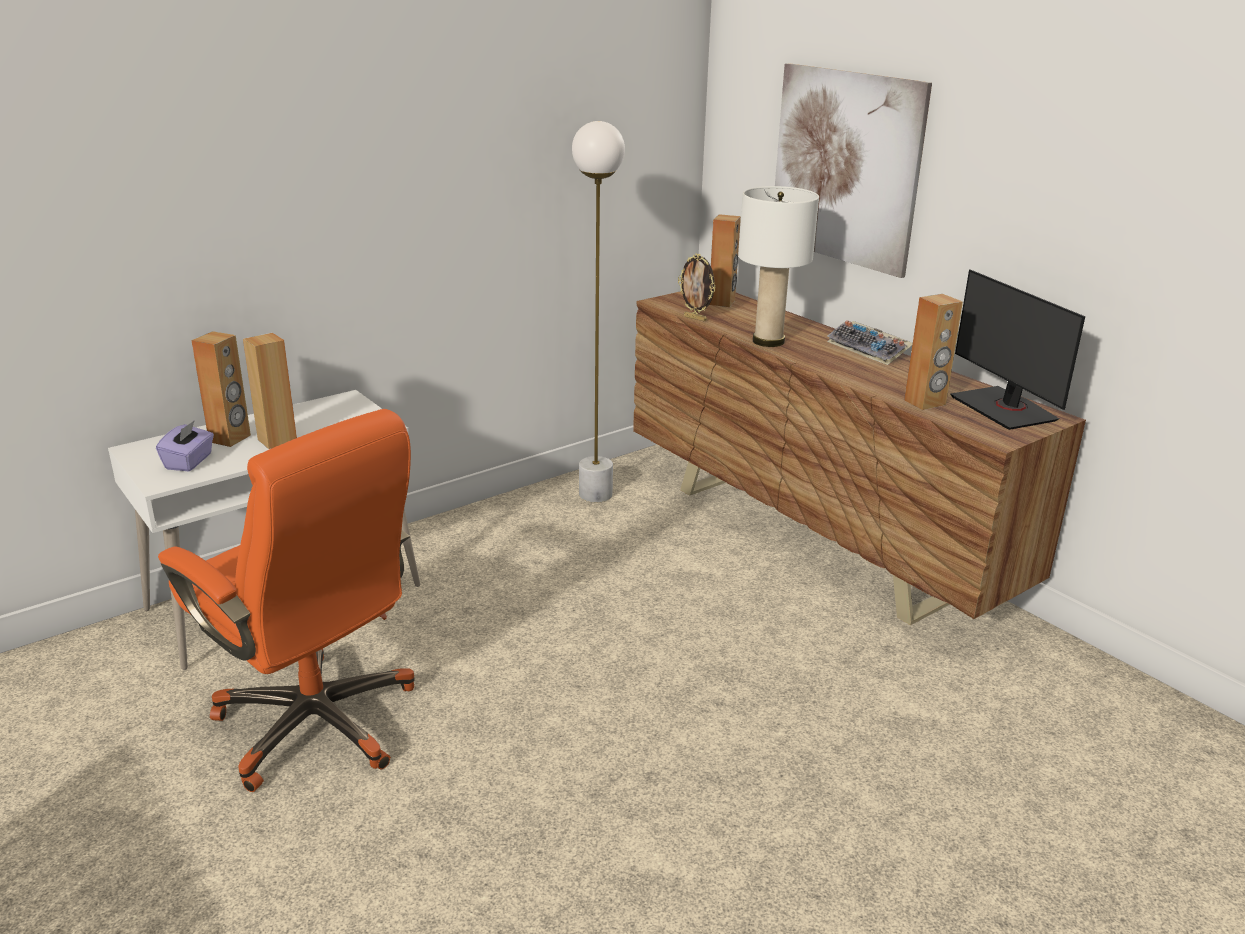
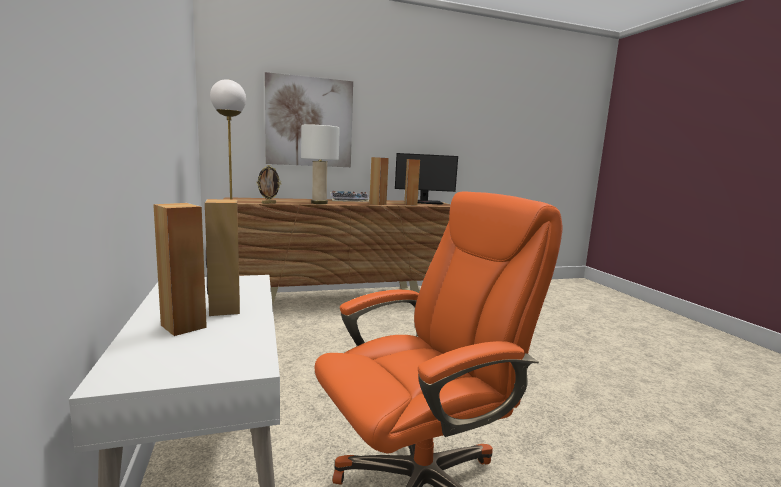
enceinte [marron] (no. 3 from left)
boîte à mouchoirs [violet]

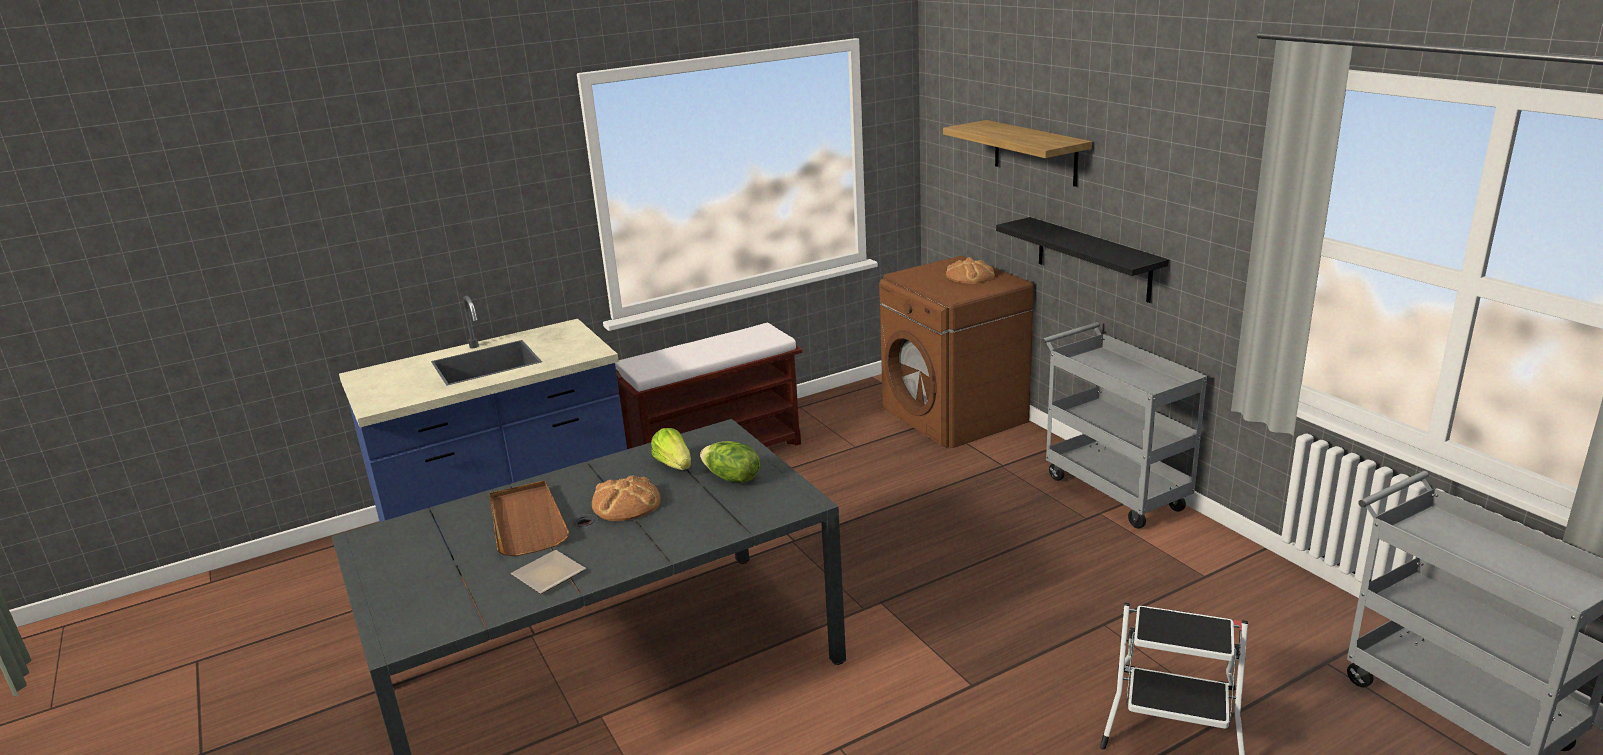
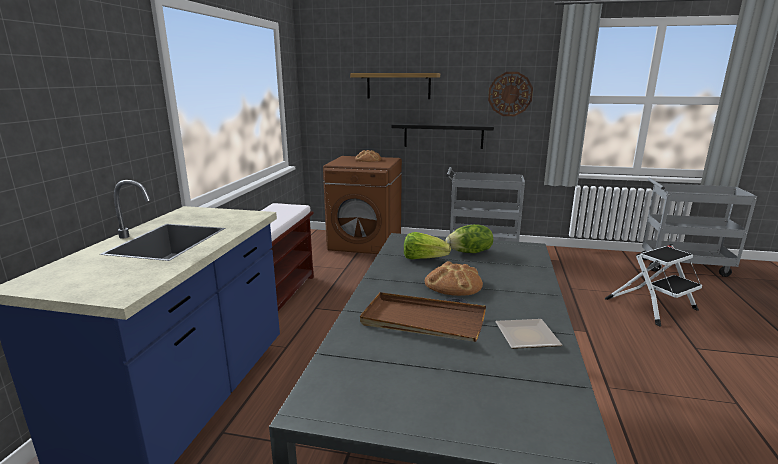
horloge murale

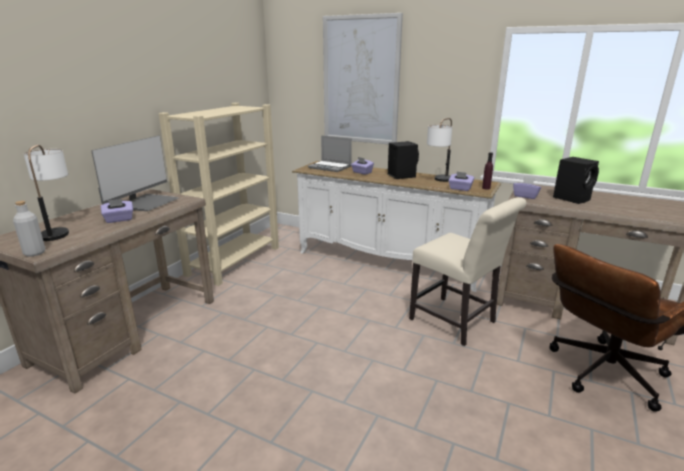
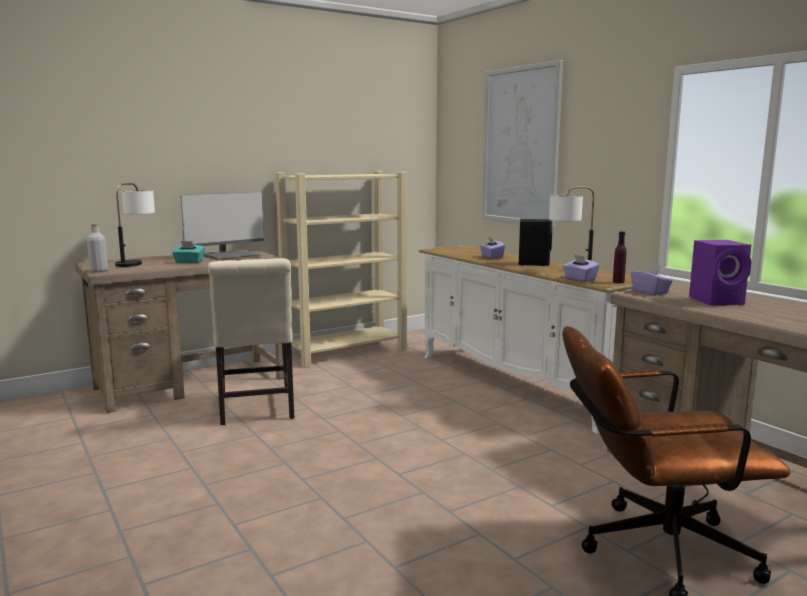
boîte à mouchoirs [turquoise]
chaise [beige]
enceinte [violet]
ordinateur portable

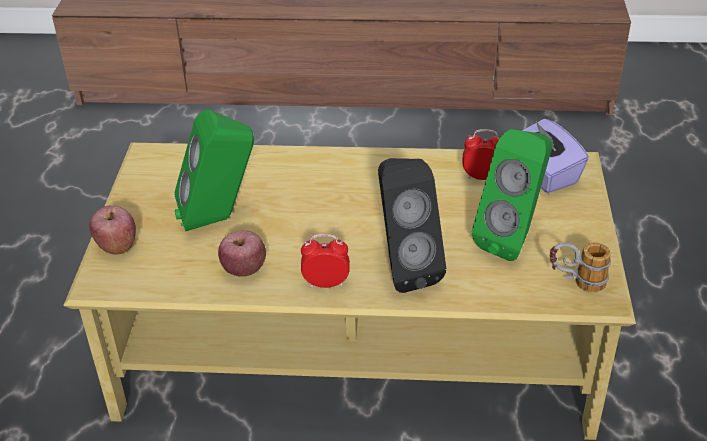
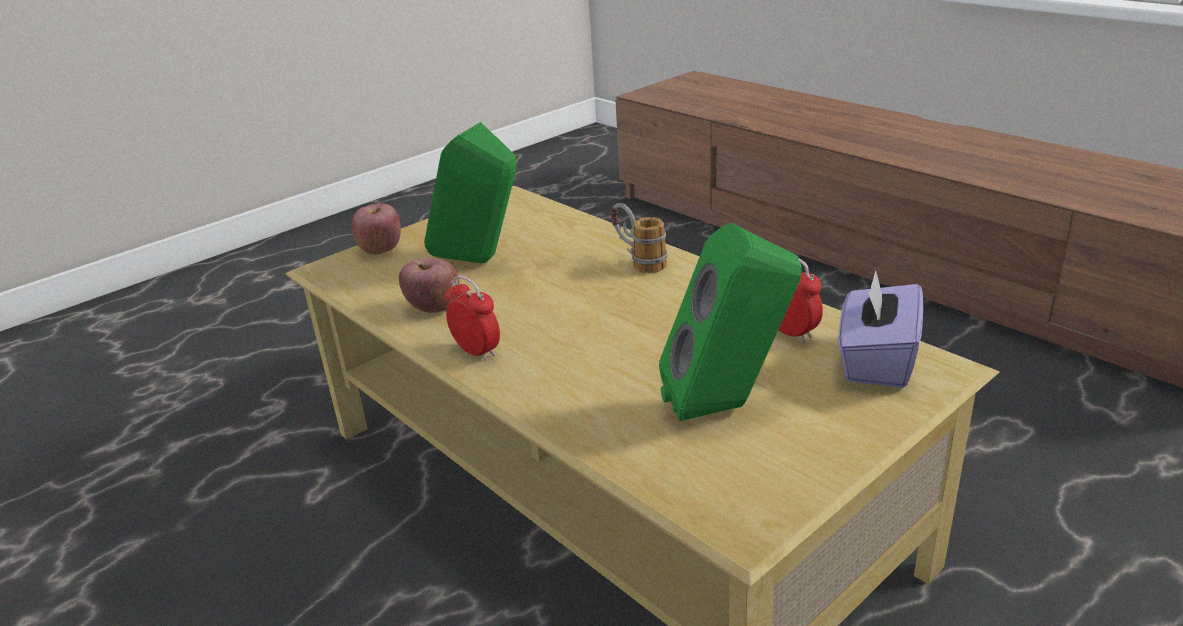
mug
enceinte [noir]

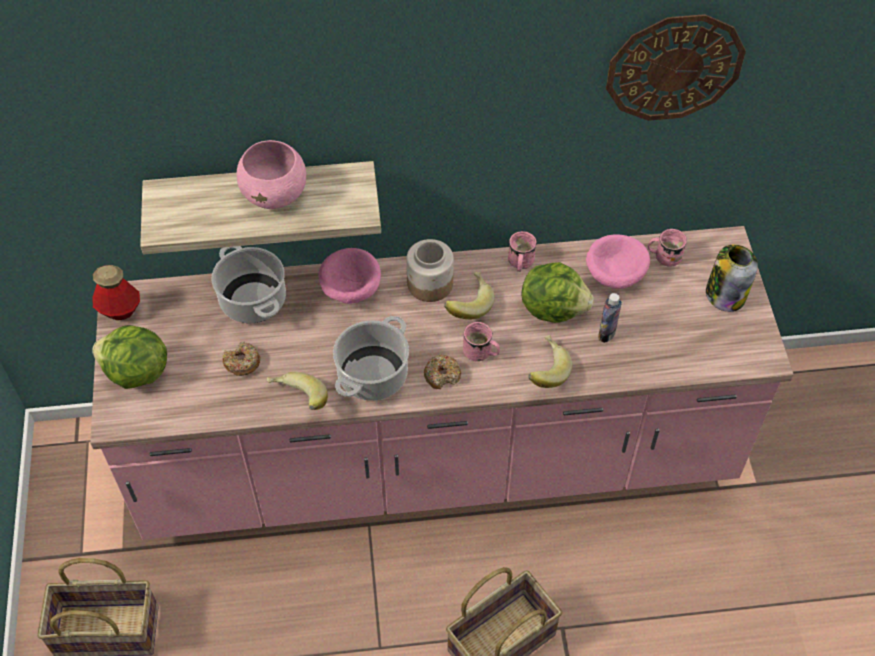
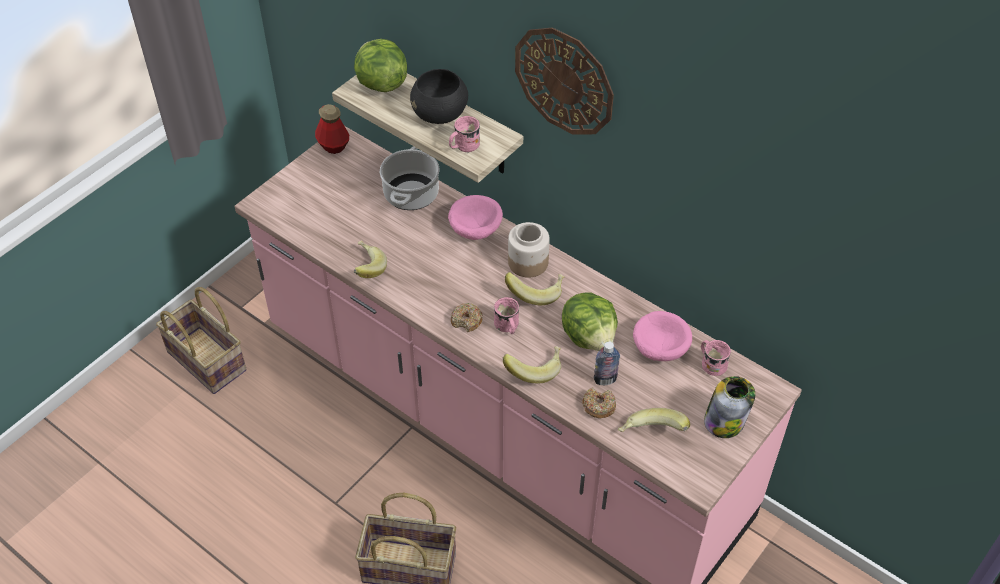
laitue (no. 1 from left)
bol [noir]
mug [rose] (no. 1 from left)
horloge murale
beignet (no. 2 from left)
banane (no. 4 from left)
marmite (no. 2 from left in the first image)

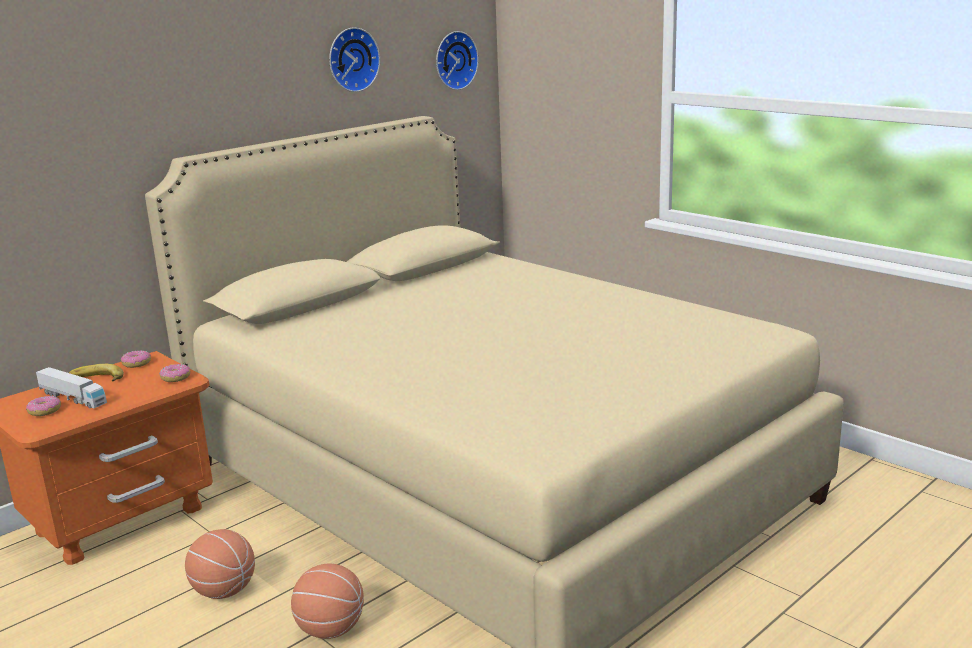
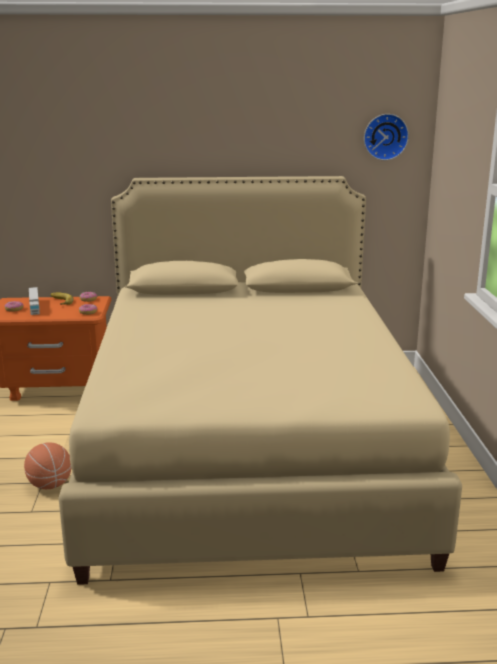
ballon de basket (no. 1 from left in the first image)
horloge murale (no. 1 from left in the first image)

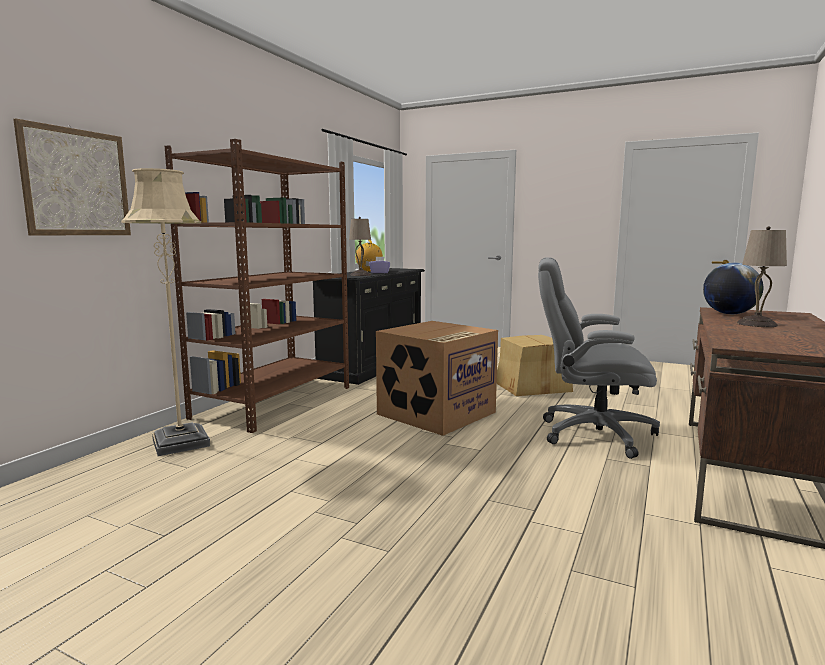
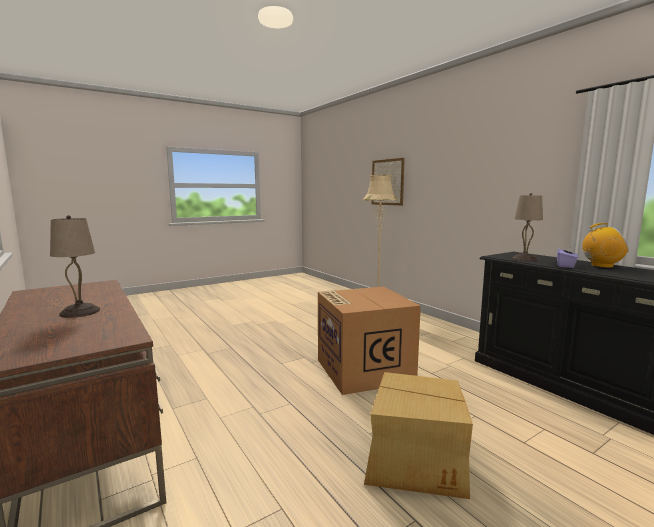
bibliothèque [marron]
chaise de bureau [gris]
globe

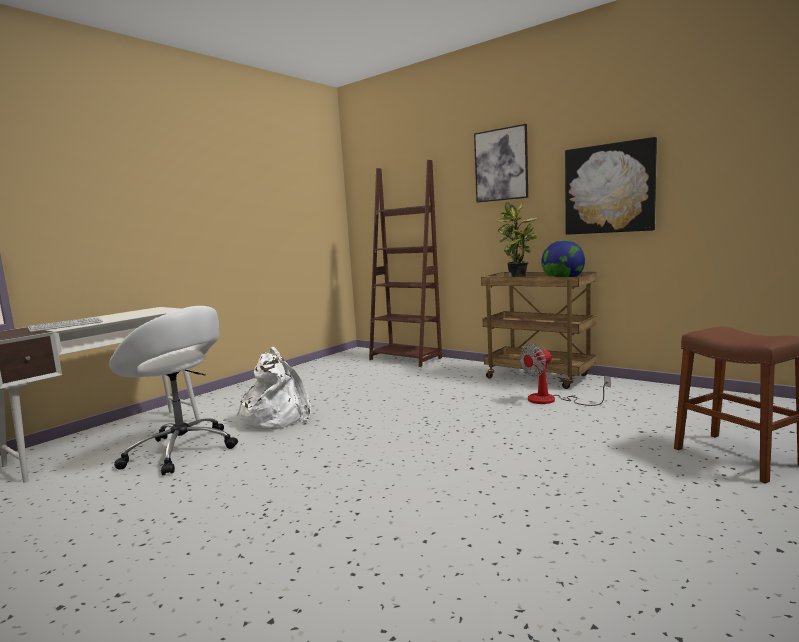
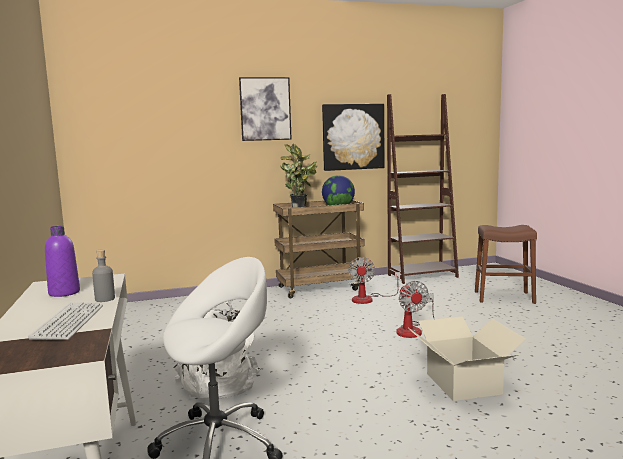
bouteille [violet]
bouteille [gris]
bibliothèque [marron]
ventilateur (no. 2 from left)
carton

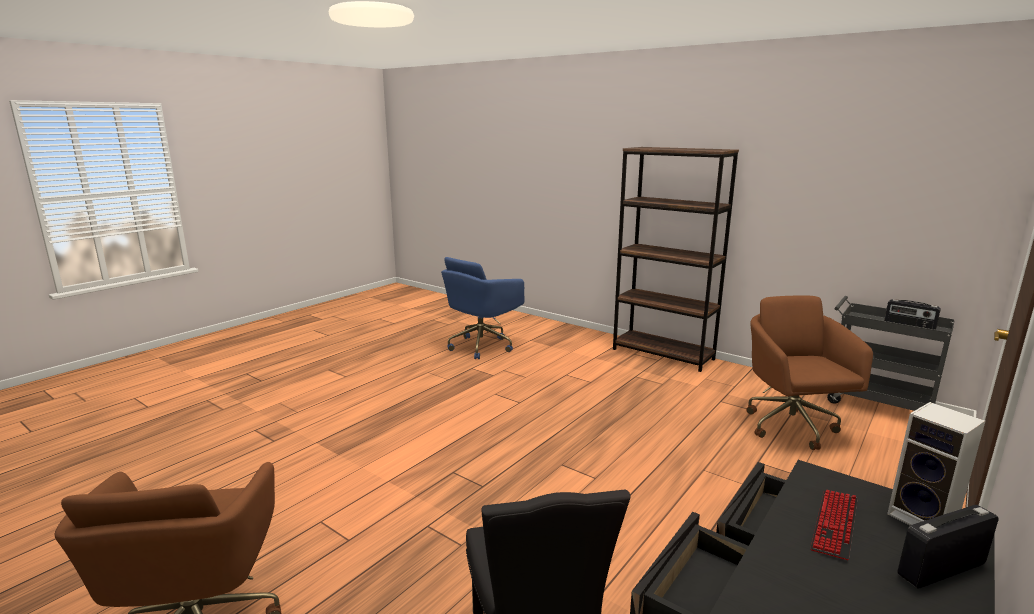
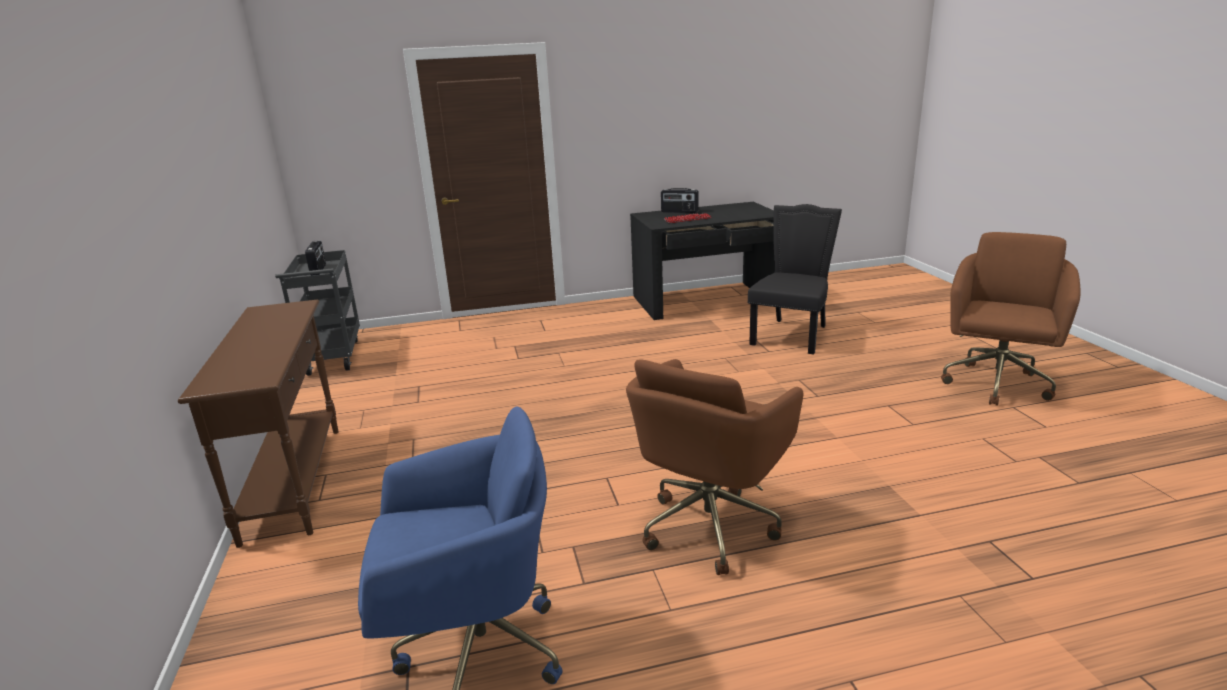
table console [marron]
chaise de bureau [marron] (no. 1 from left)
enceinte

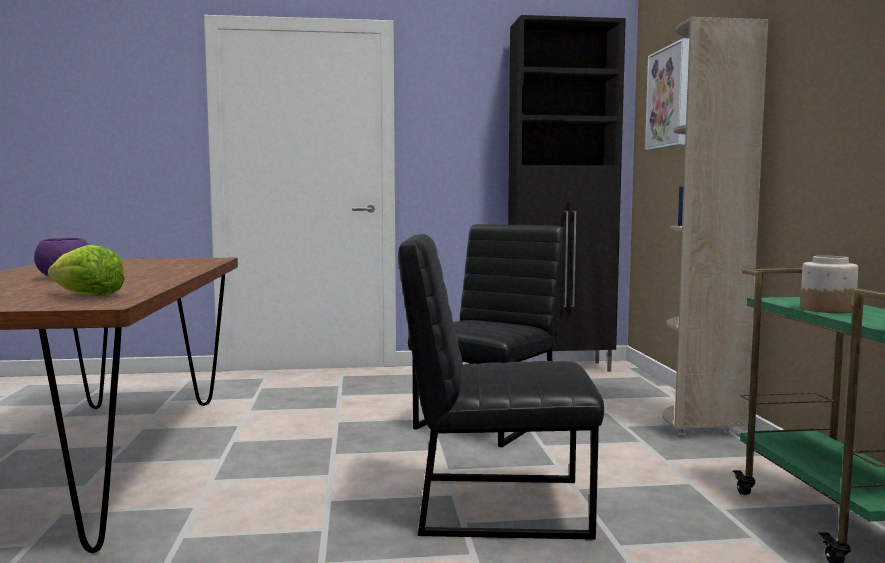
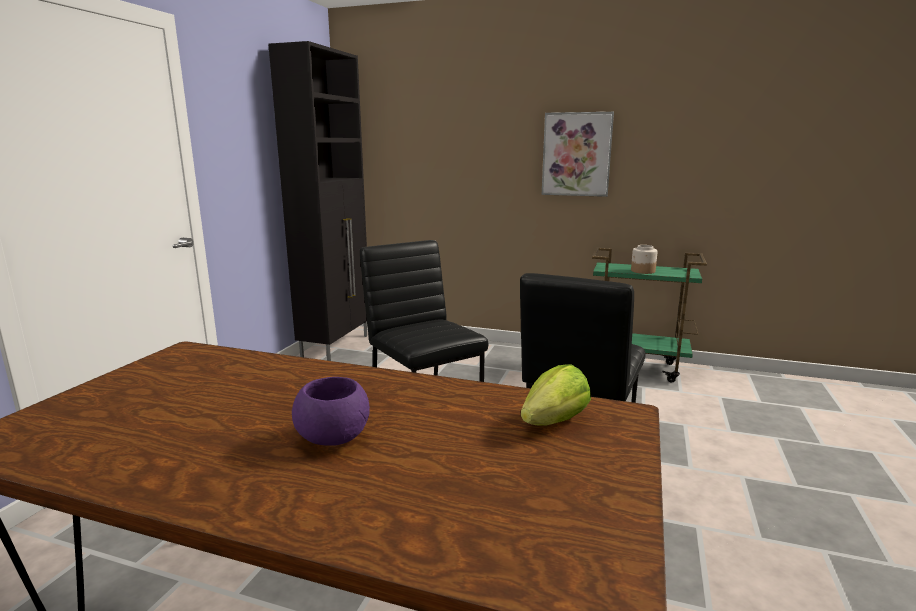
tableau
bibliothèque [beige]

